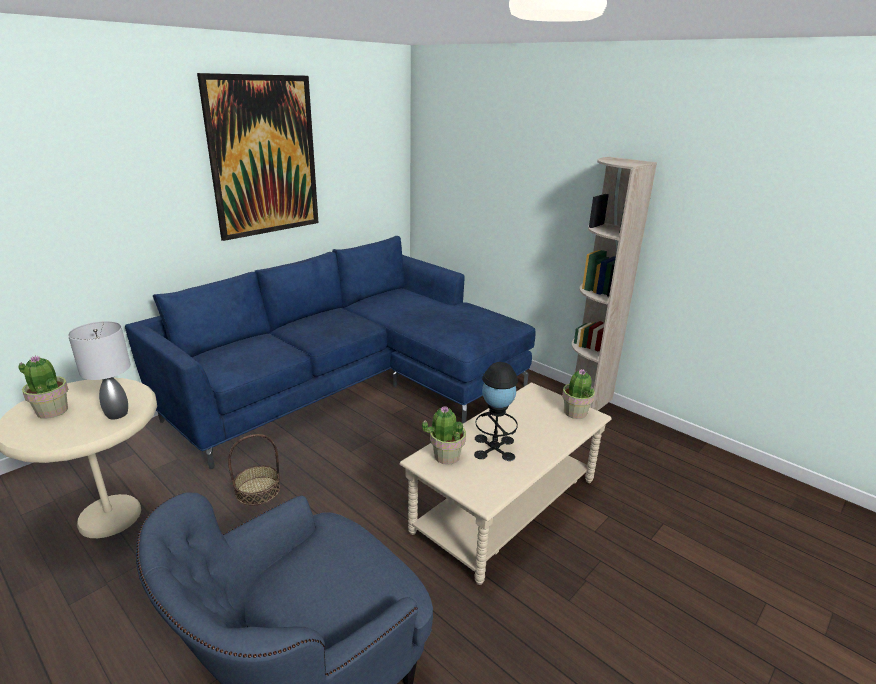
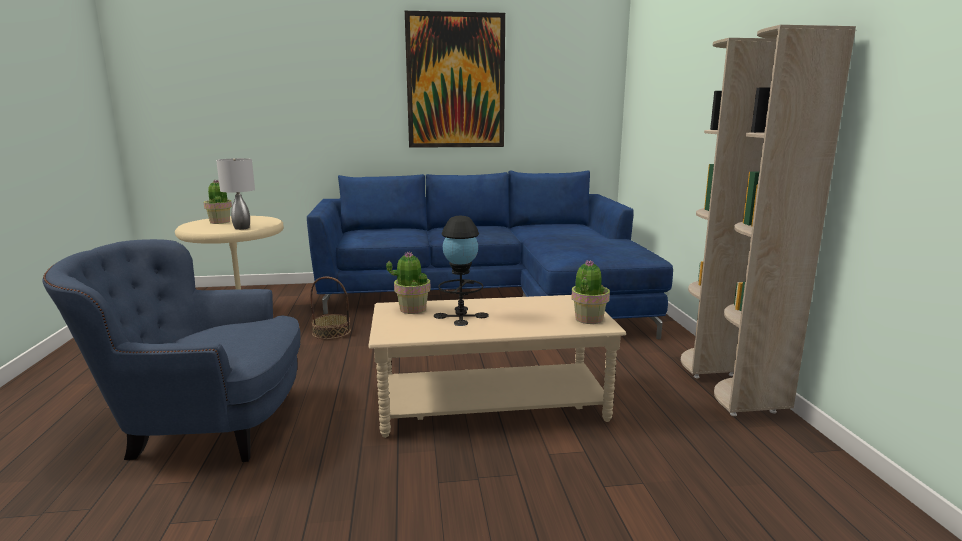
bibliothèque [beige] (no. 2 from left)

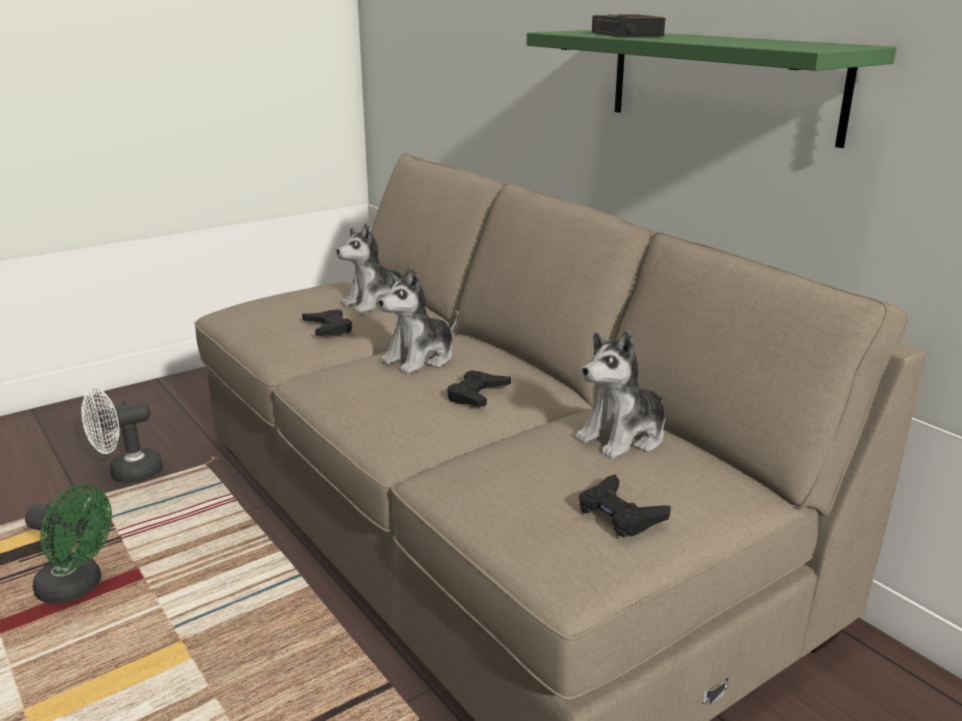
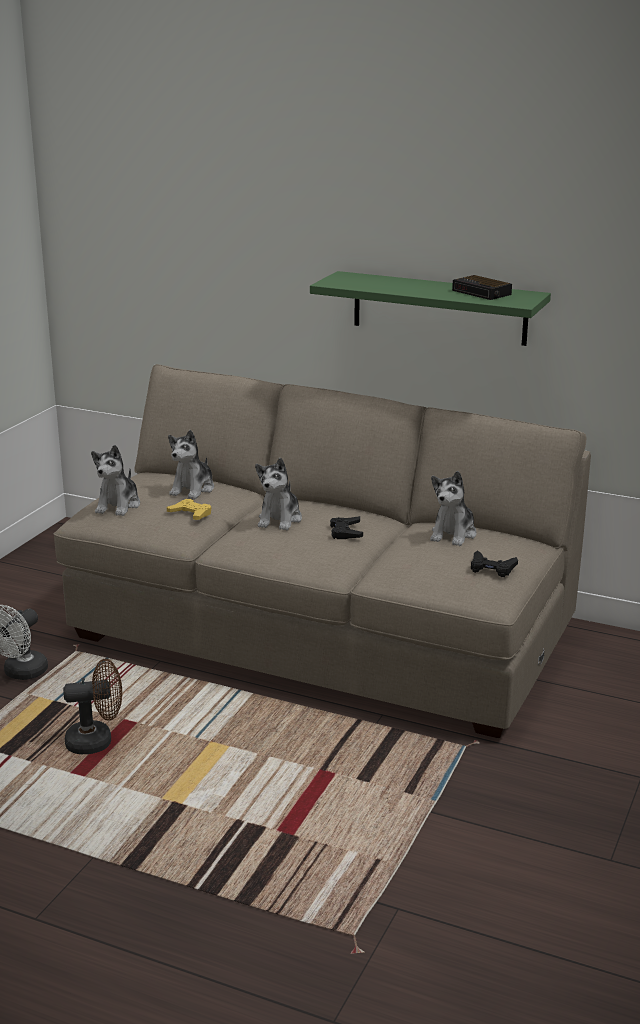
ventilateur [marron]
peluche (no. 1 from left)
manette [jaune]
réveil

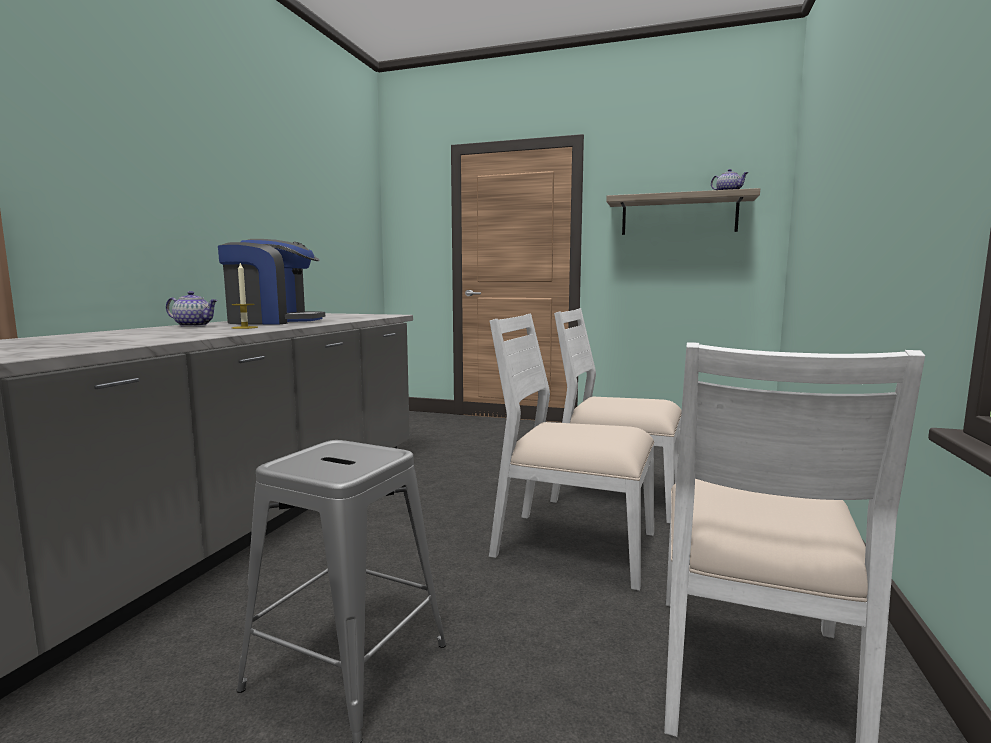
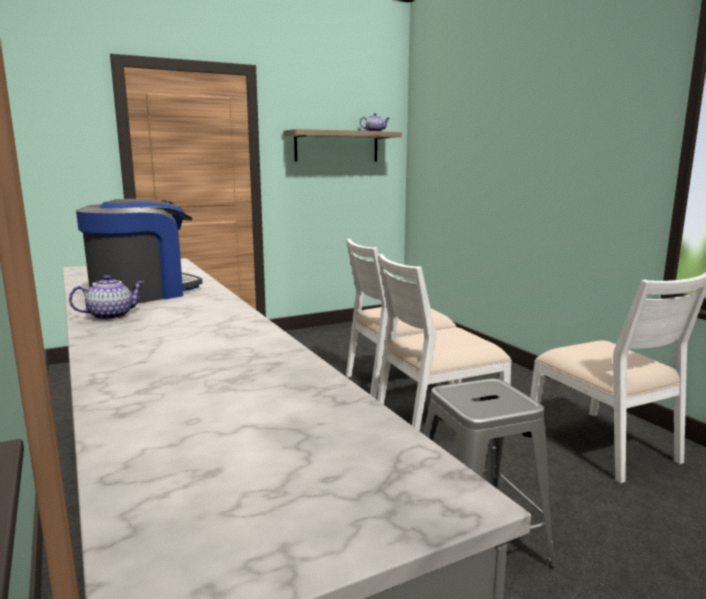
bougie

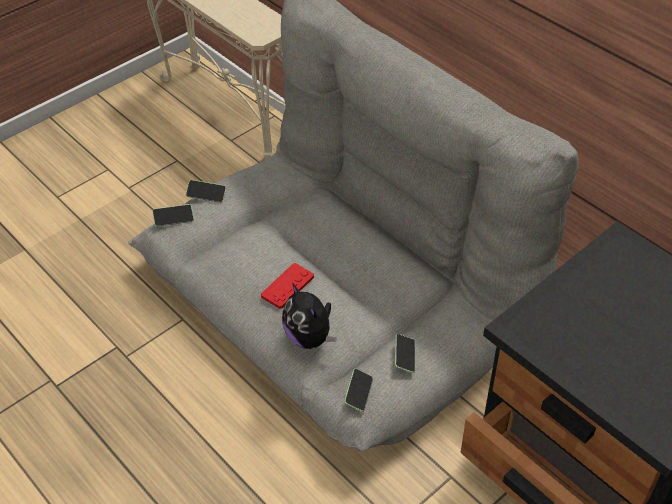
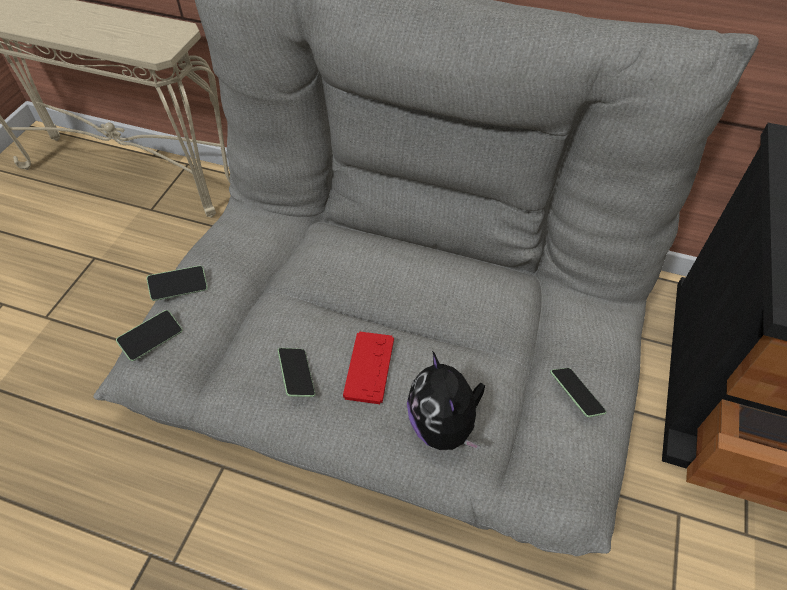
téléphone (no. 3 from left)
peluche

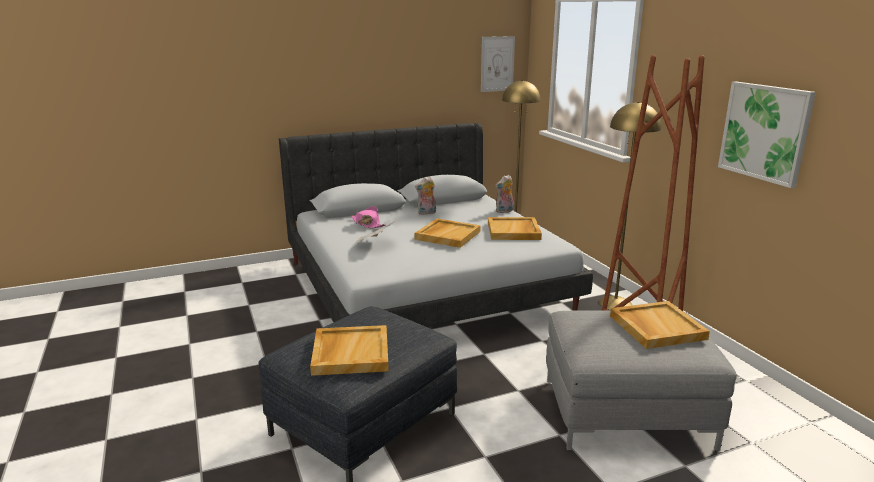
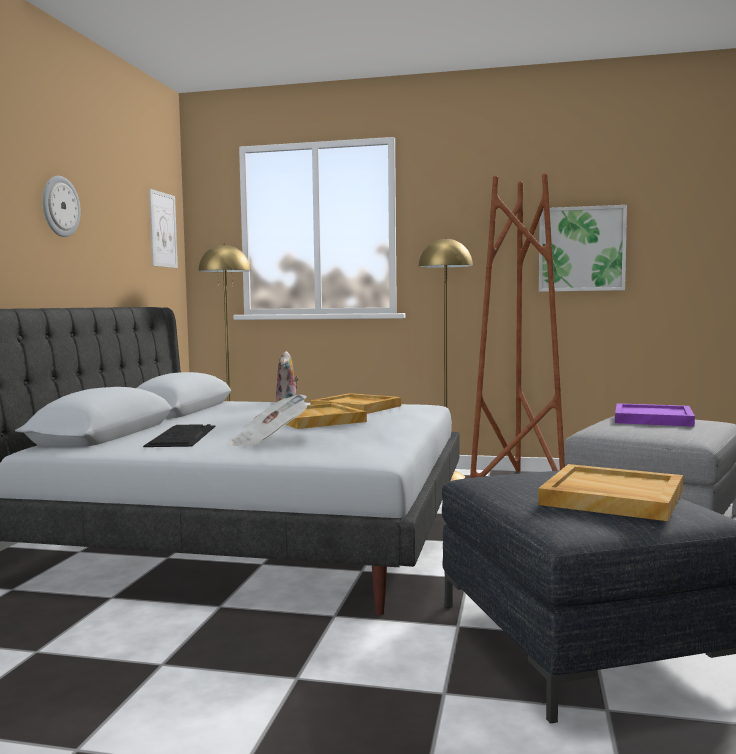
horloge murale
clavier
plateau [violet]
peluche (no. 1 from left in the first image)

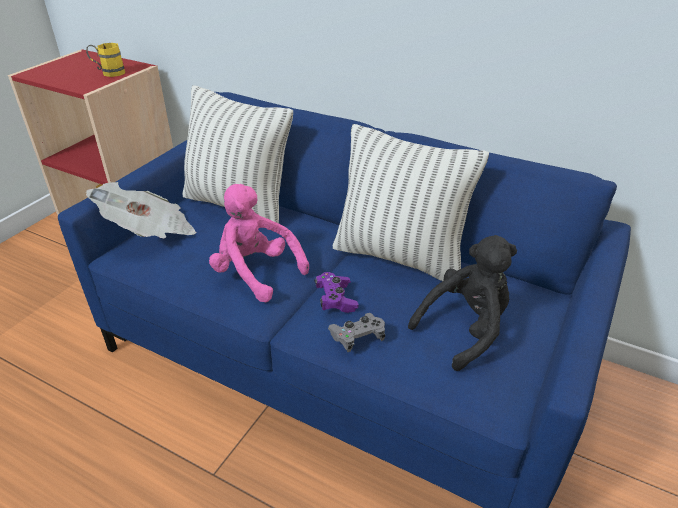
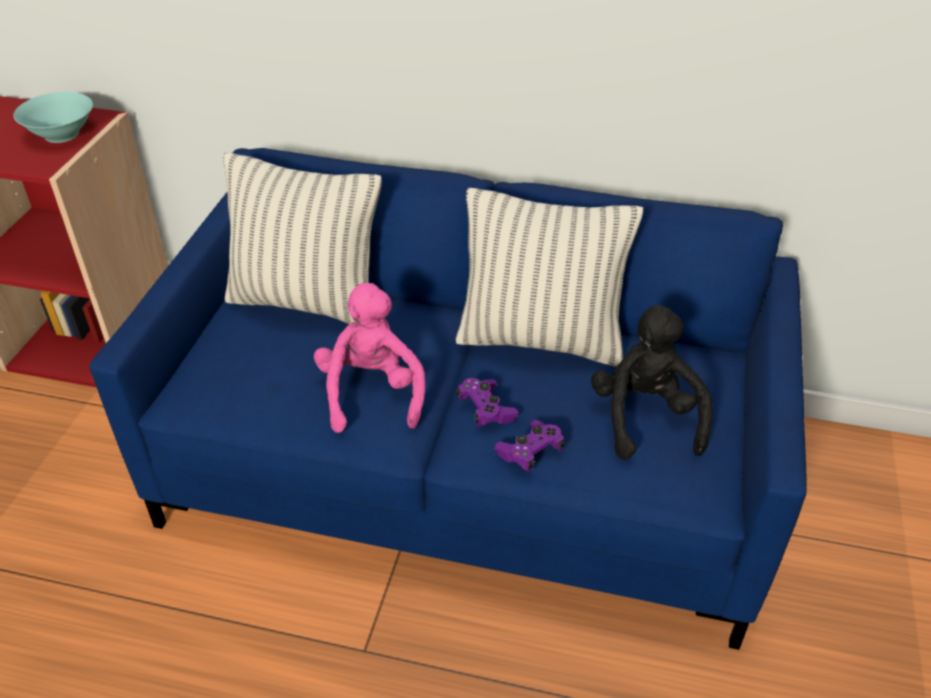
bol [turquoise]
peluche [rose]
manette [violet] (no. 2 from left)
peluche [noir]
journal

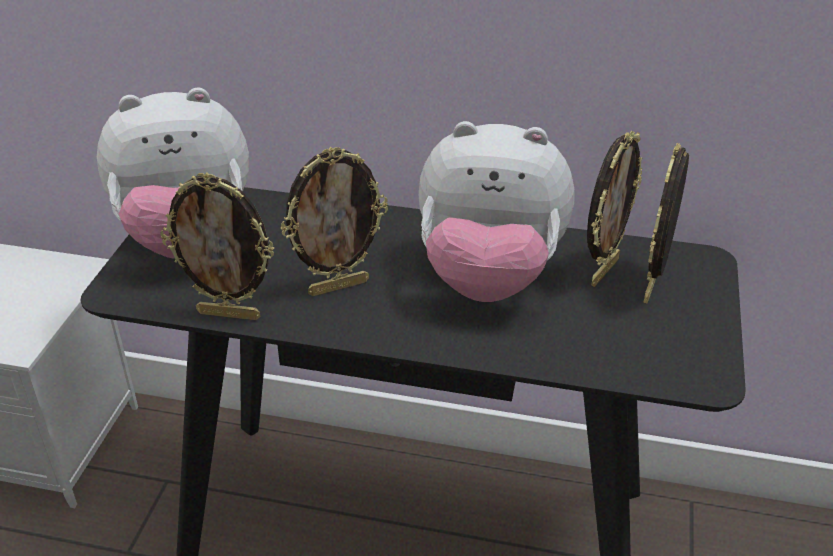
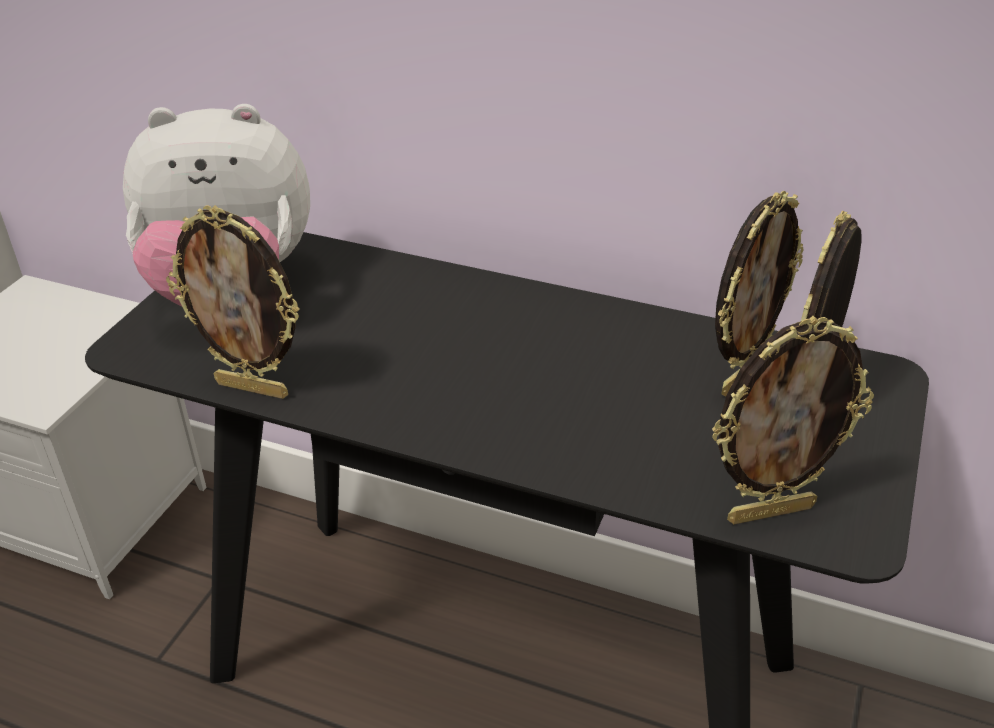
cadre photo (no. 3 from left)
peluche (no. 2 from left in the first image)

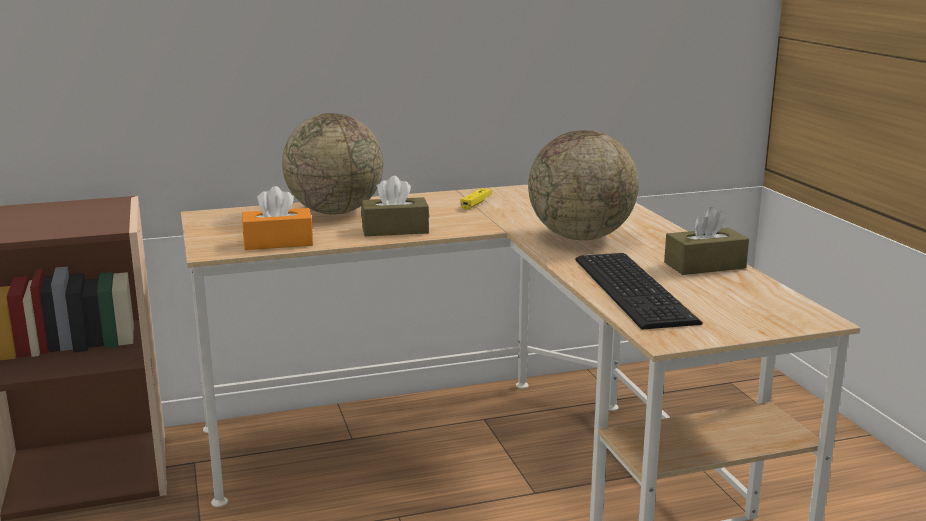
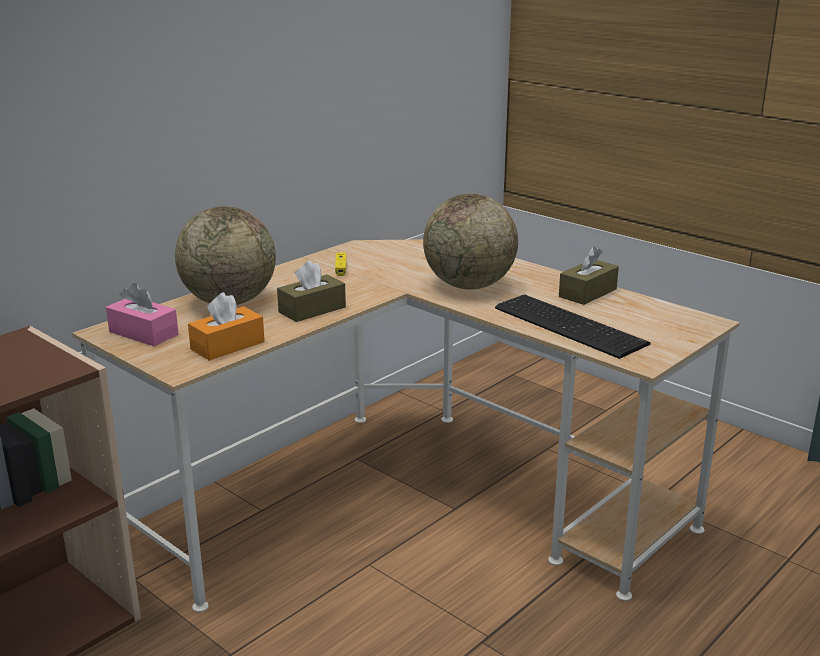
boîte à mouchoirs [rose]

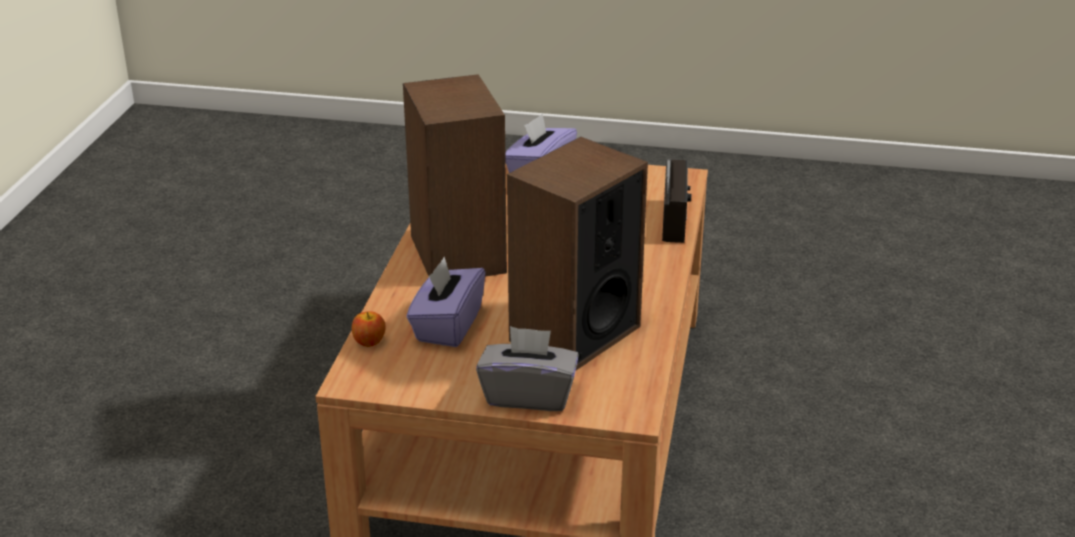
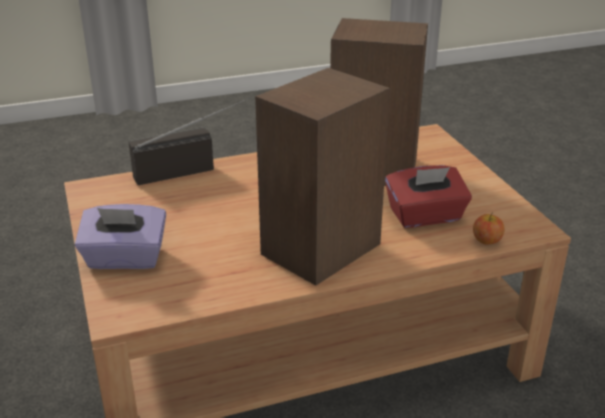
boîte à mouchoirs [rouge]
boîte à mouchoirs [gris]

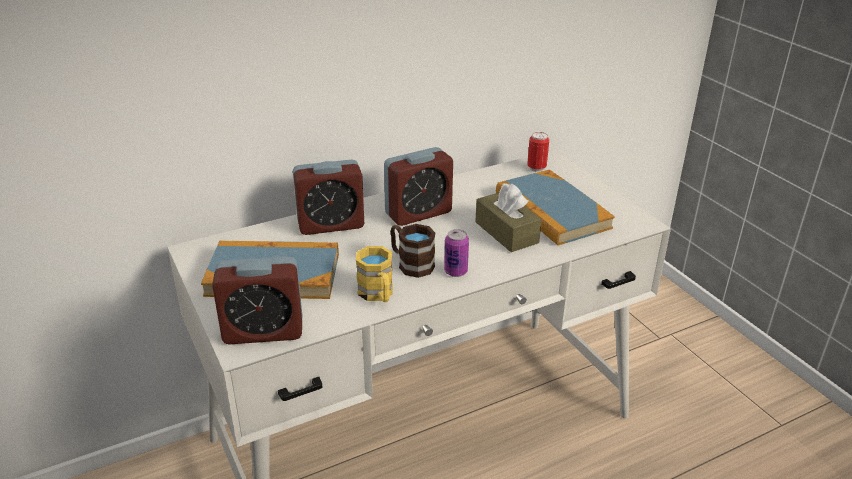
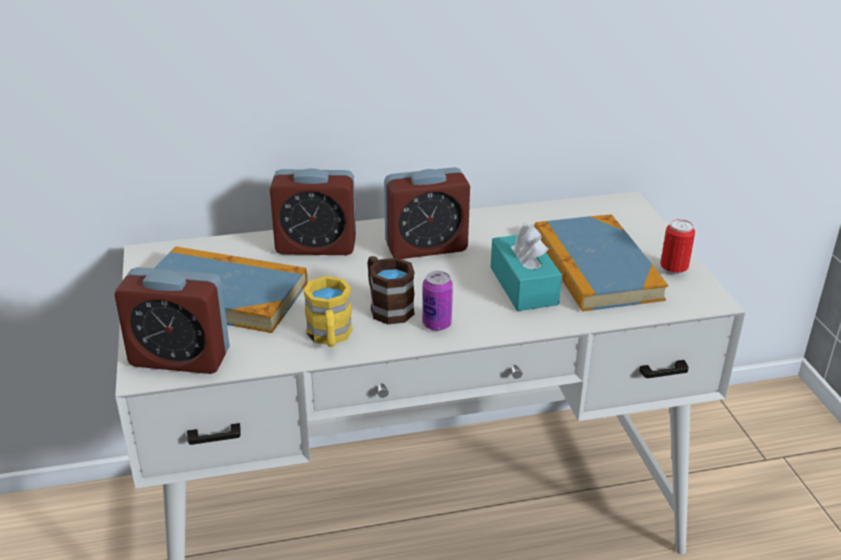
boîte à mouchoirs [turquoise]
boîte métallique (no. 2 from left)

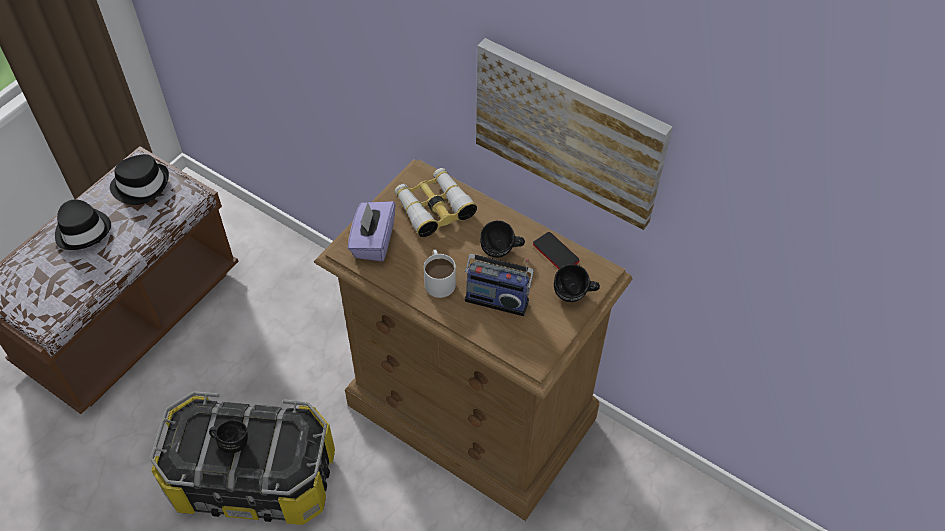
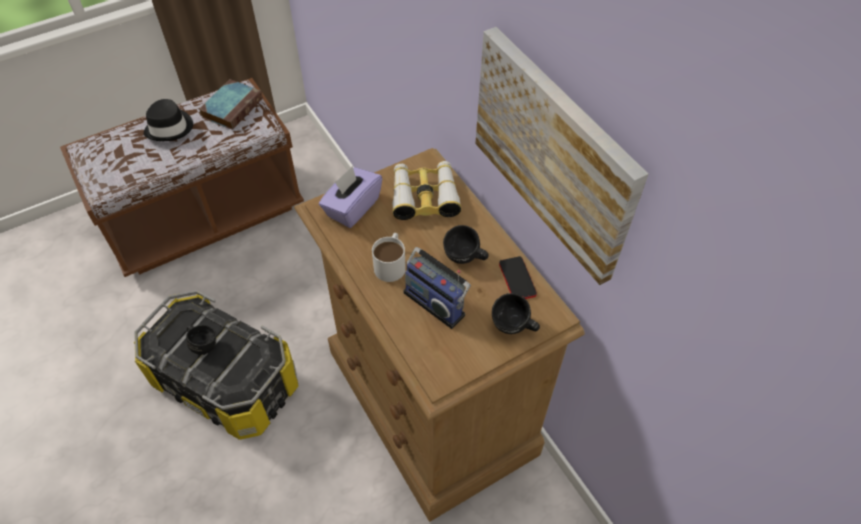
livre

